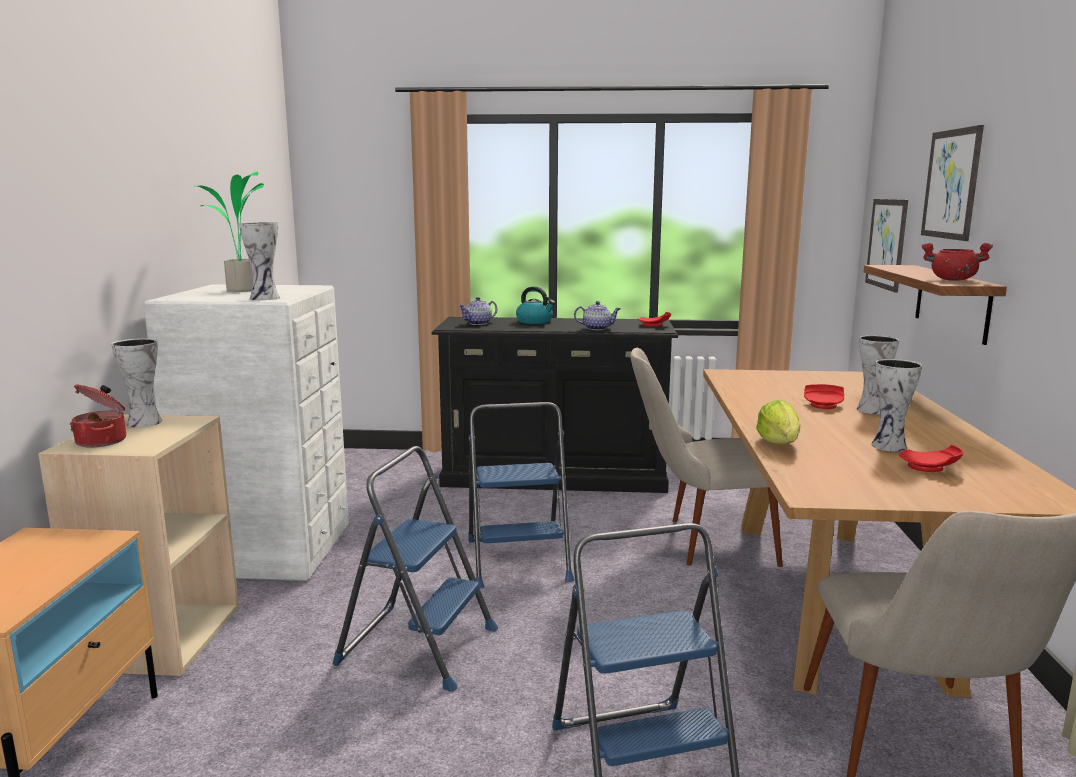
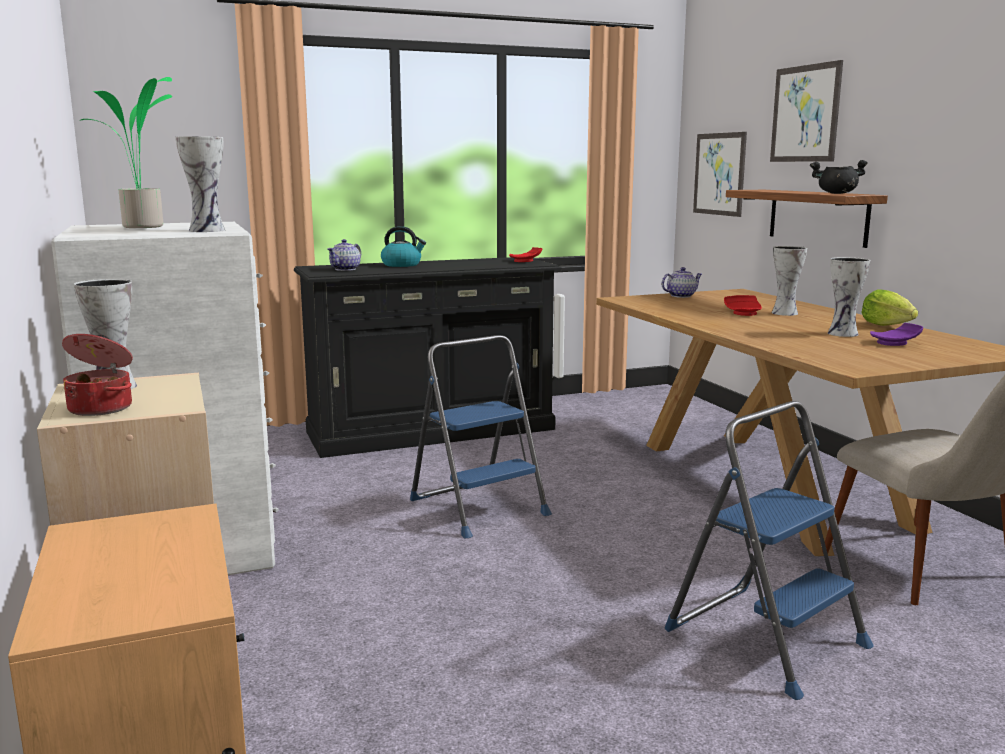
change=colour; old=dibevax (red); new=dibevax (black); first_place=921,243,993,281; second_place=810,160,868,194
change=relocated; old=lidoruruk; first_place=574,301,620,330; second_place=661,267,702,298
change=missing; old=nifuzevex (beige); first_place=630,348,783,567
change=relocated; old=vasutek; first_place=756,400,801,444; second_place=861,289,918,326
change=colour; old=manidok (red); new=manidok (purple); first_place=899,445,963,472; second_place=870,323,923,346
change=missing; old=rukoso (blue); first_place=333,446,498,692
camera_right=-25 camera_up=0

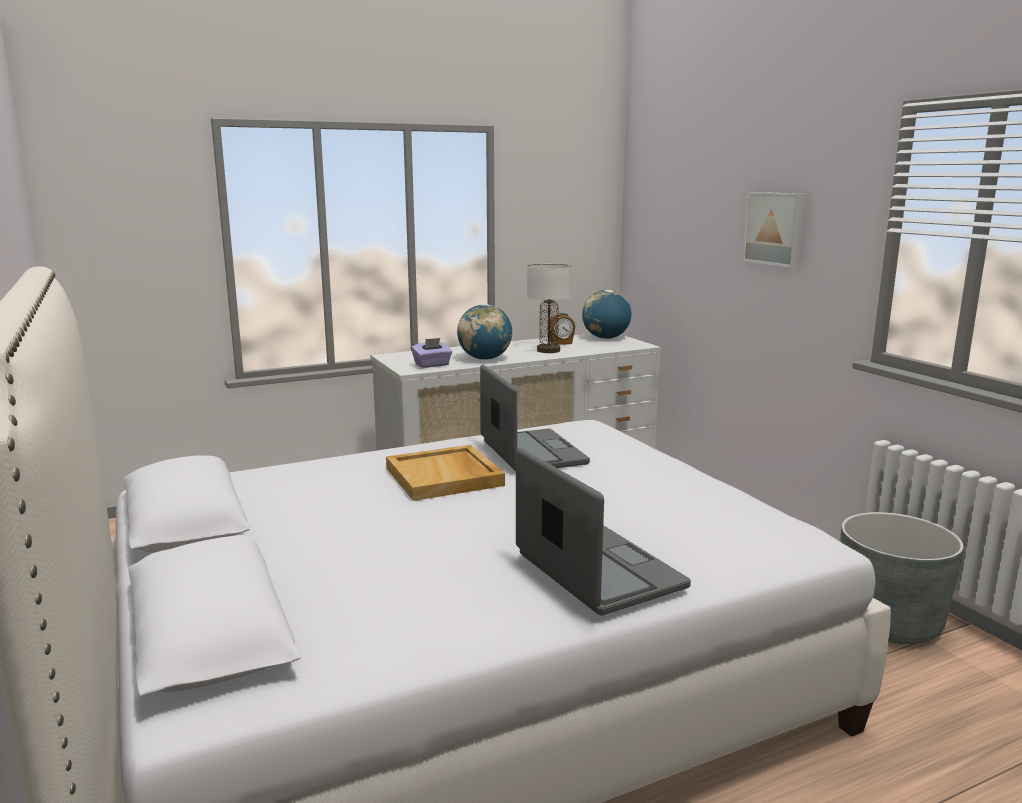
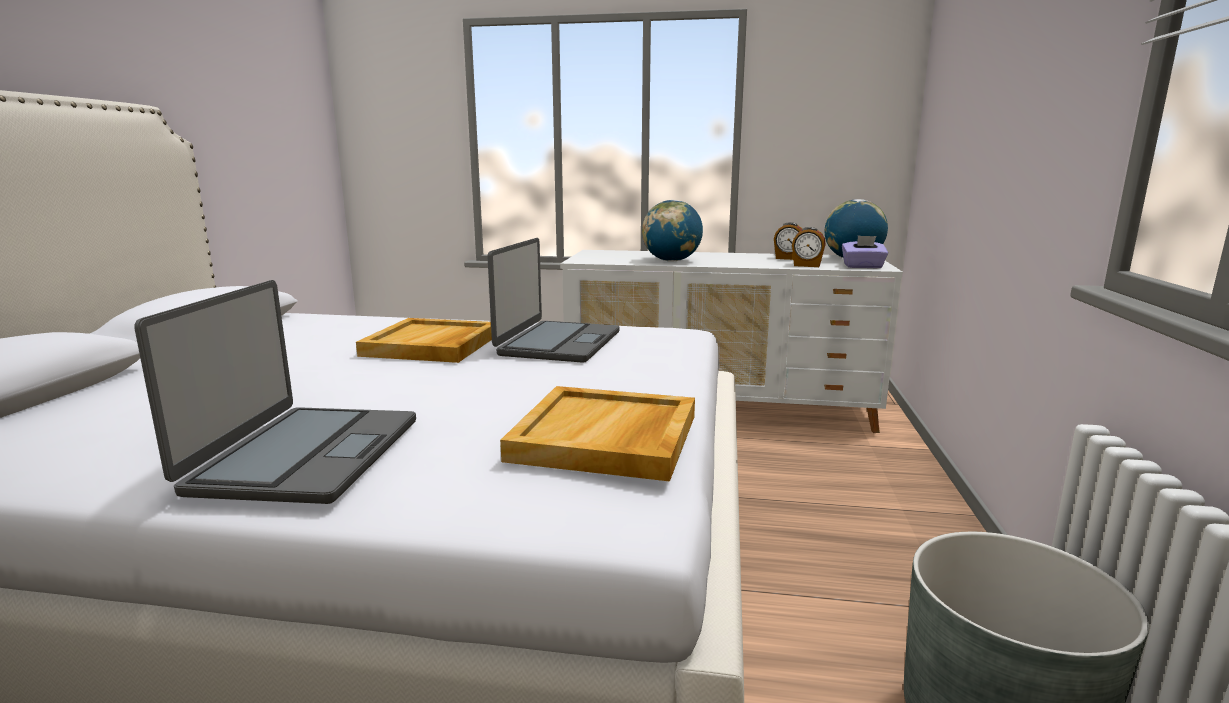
change=missing; old=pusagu; first_place=743,192,806,268
change=missing; old=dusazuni; first_place=527,264,572,353
change=relocated; old=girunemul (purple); first_place=411,338,452,368; second_place=842,235,888,268
change=appeared; new=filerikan; second_place=792,227,826,267
change=appeared; new=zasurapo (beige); second_place=500,386,695,481
camera_right=35 camera_up=0

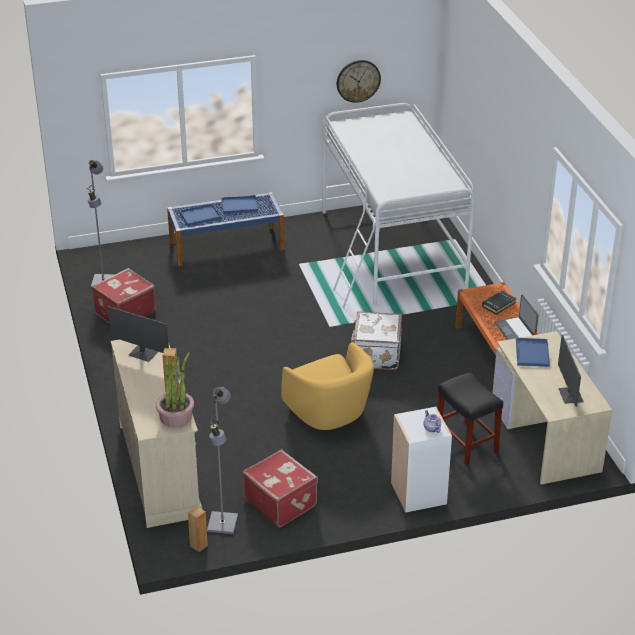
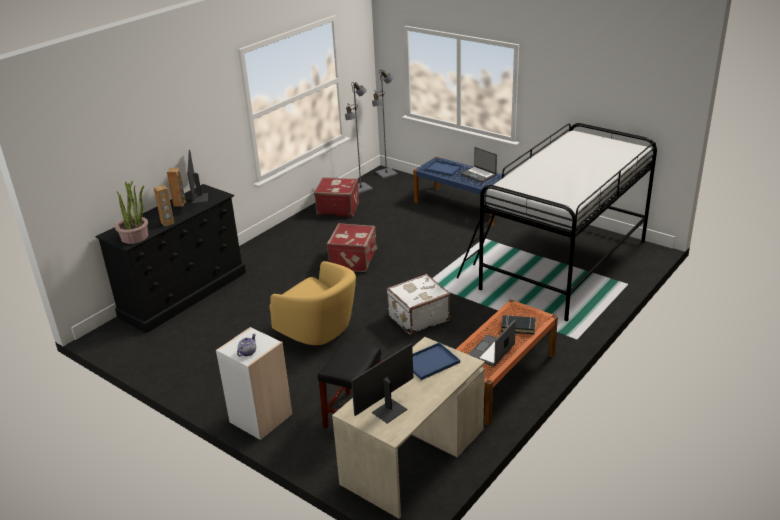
change=missing; old=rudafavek; first_place=337,60,381,103
change=colour; old=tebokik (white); new=tebokik (black); first_place=323,103,475,308; second_place=457,123,657,321
change=exchanged; old=zasurapo (blue); new=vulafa; first_place=222,195,258,214; second_place=461,147,497,182
change=colour; old=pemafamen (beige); new=pemafamen (black); first_place=111,340,202,528; second_place=96,184,246,333
change=spun; old=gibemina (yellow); first_place=281,342,374,430; second_place=269,261,356,345; degrees=-75
change=relocated; old=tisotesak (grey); first_place=207,387,238,534; second_place=372,70,398,179
change=relocated; old=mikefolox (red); first_place=243,449,318,527; second_place=327,223,378,272
change=relocated; old=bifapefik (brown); first_place=188,506,208,552; second_place=167,168,186,207
camera_right=55 camera_up=-5

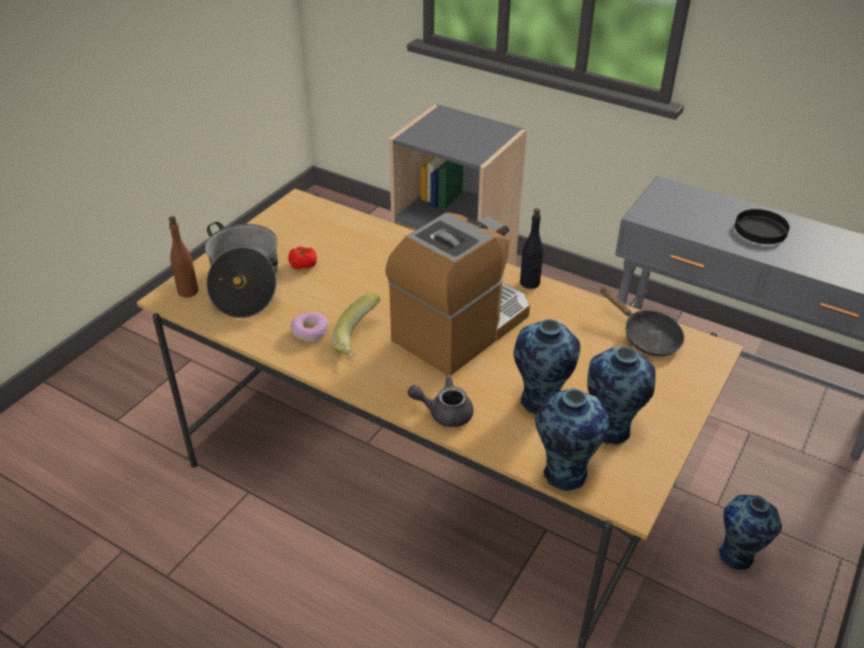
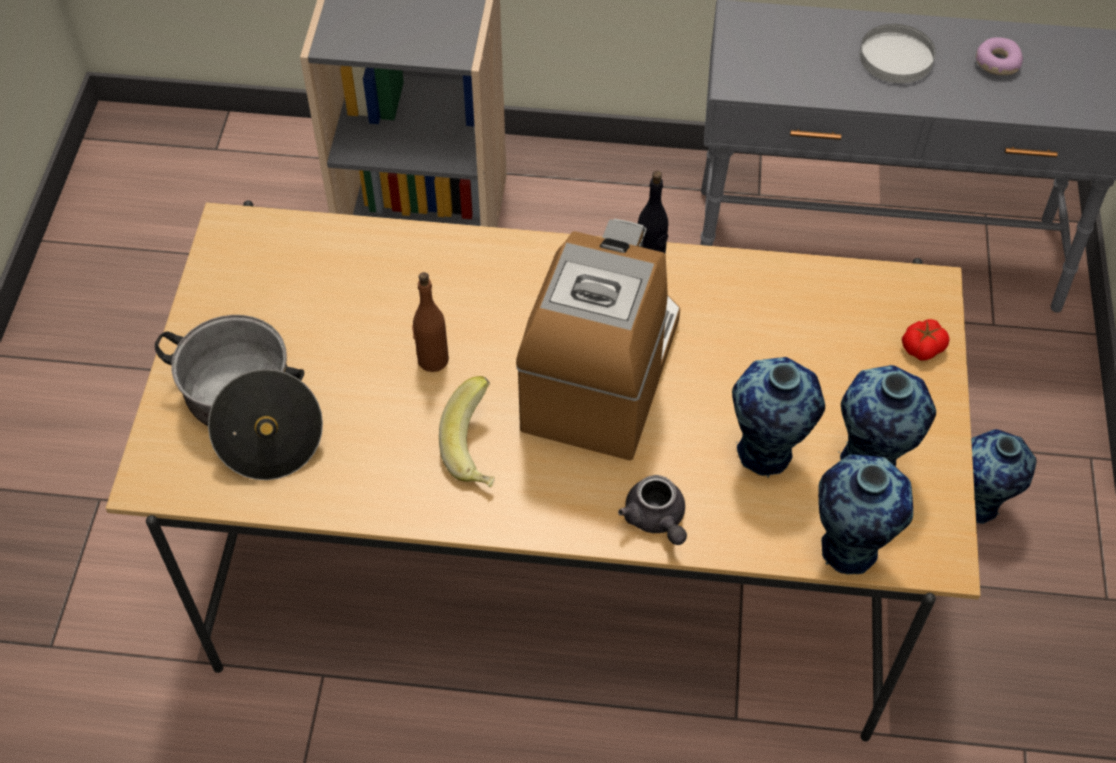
change=colour; old=manidok (black); new=manidok (white); first_place=735,209,790,244; second_place=860,24,936,83
change=relocated; old=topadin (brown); first_place=169,216,198,298; second_place=412,272,449,372
change=relocated; old=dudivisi; first_place=288,247,317,269; second_place=902,319,950,360
change=missing; old=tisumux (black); first_place=600,287,684,356
change=relocated; old=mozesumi; first_place=290,312,328,342; second_place=976,37,1023,75
change=spun; old=lidoruruk (grey); first_place=408,375,473,427; second_place=618,475,687,545; degrees=-90
camera_right=-25 camera_up=15

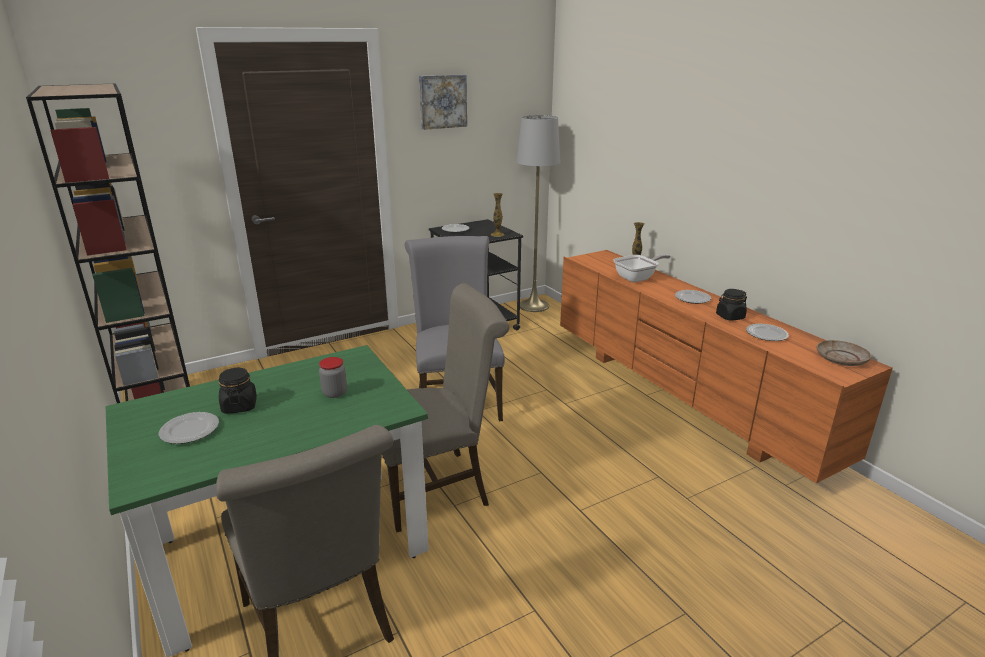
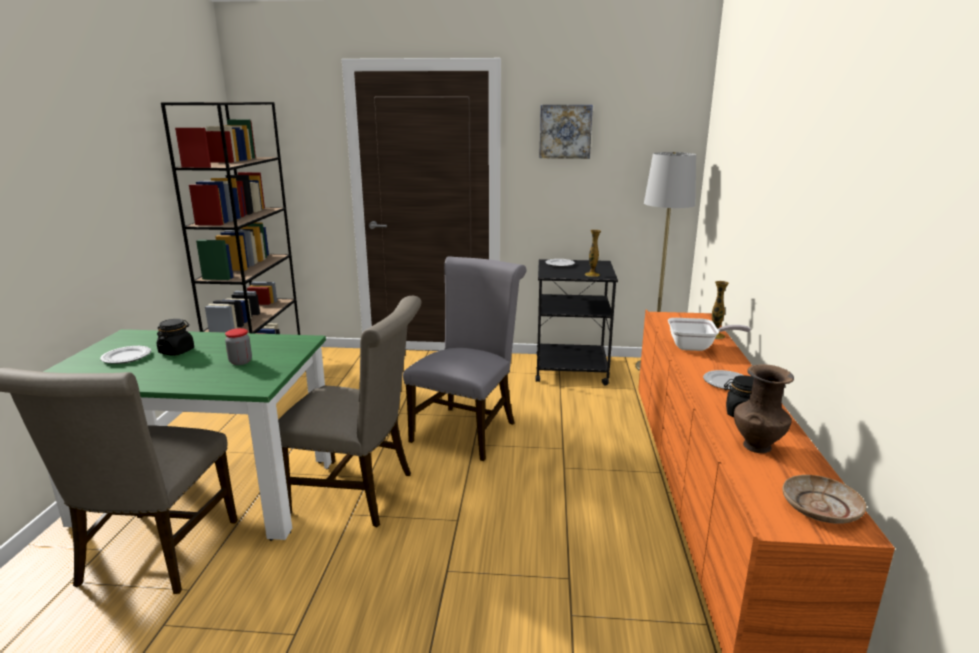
change=exchanged; old=manidok; new=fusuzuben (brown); first_place=746,324,789,341; second_place=734,364,794,453
camera_right=35 camera_up=-5

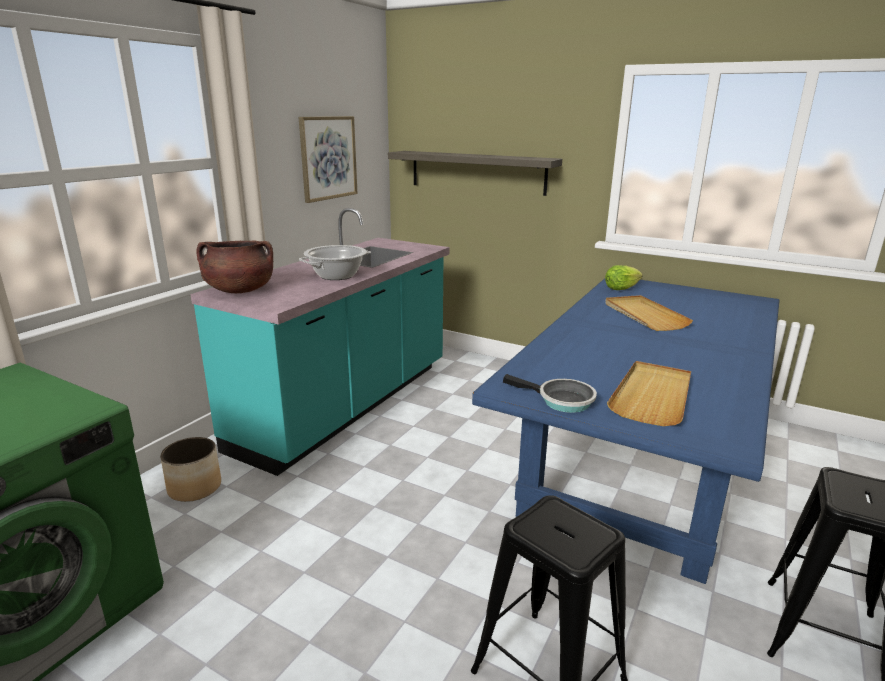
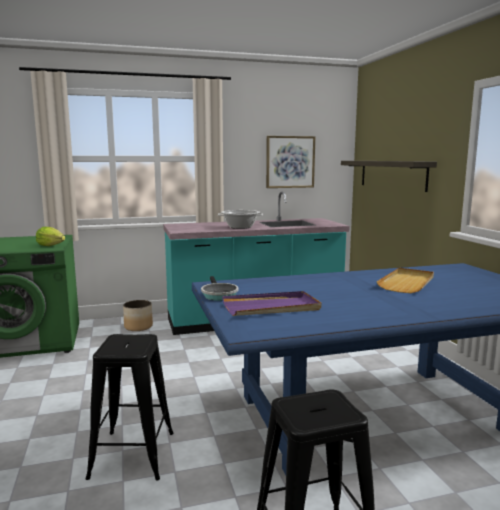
change=missing; old=dibevax (brown); first_place=196,241,273,293
change=relocated; old=vasutek; first_place=605,265,643,290; second_place=36,227,65,246
change=colour; old=zasurapo (beige); new=zasurapo (purple); first_place=607,361,691,426; second_place=222,291,321,316
camera_right=45 camera_up=-10

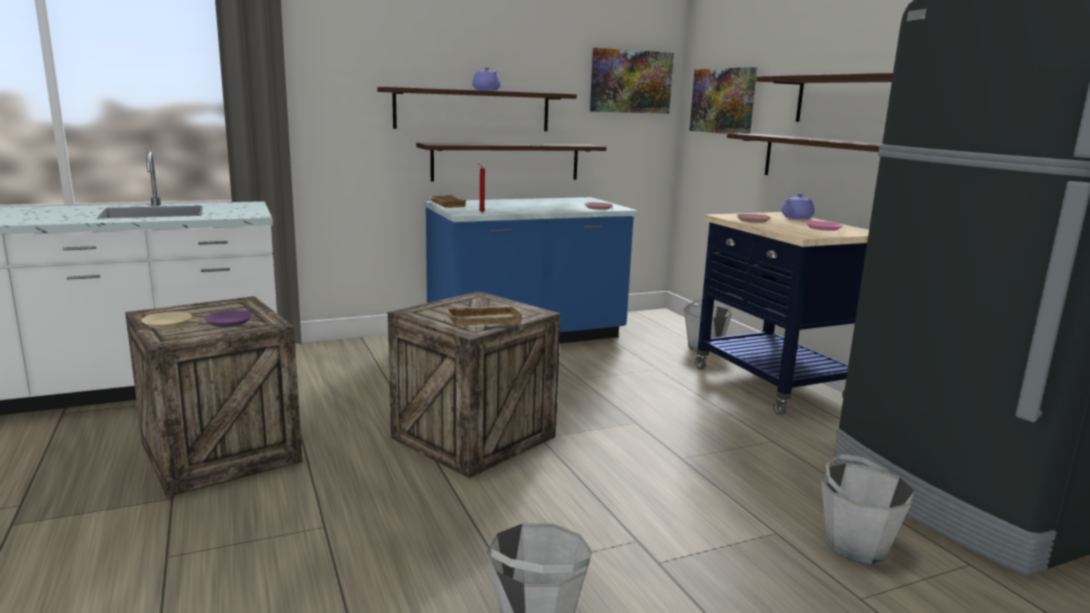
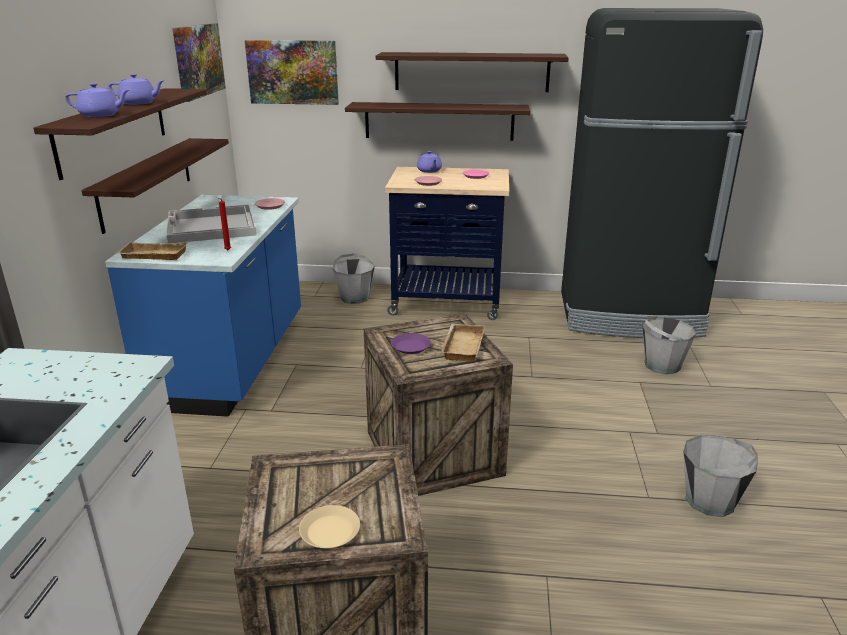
change=relocated; old=manidok (purple); first_place=204,310,252,327; second_place=391,333,431,354
change=appeared; new=lidoruruk (purple); second_place=65,83,129,117
change=appeared; new=zasurapo (white); second_place=167,204,257,243
camera_right=-60 camera_up=10

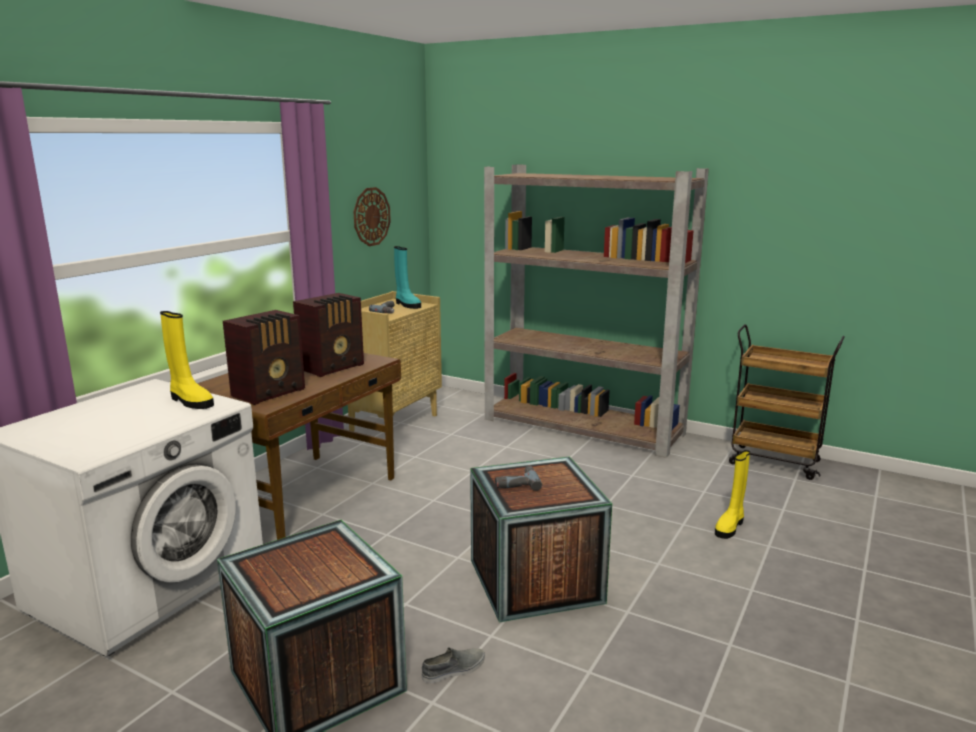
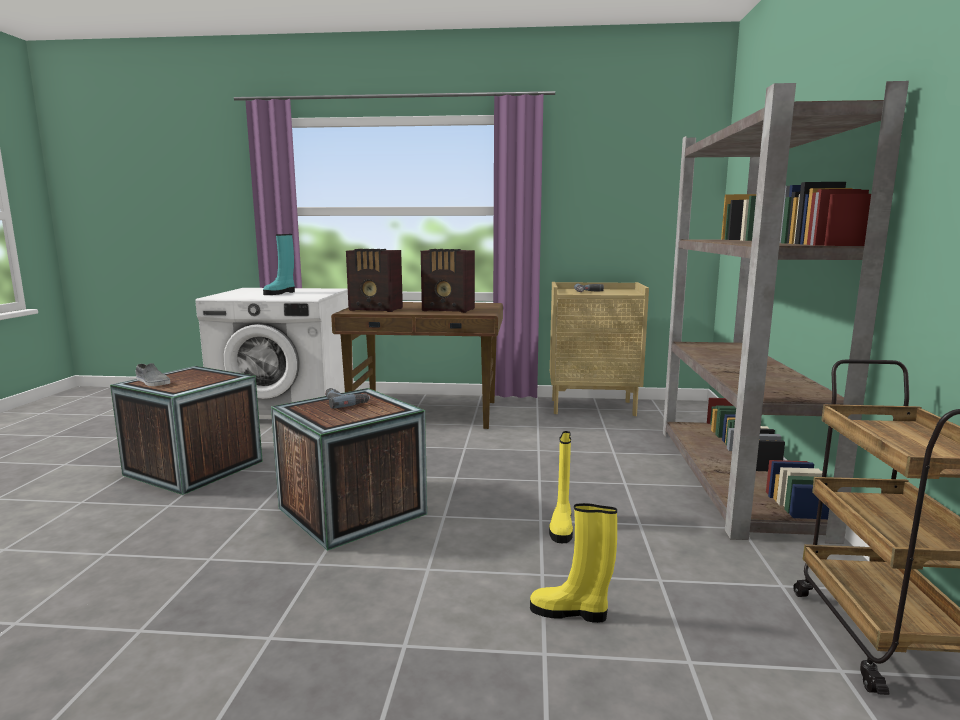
change=missing; old=rudafavek; first_place=354,187,391,246
change=relocated; old=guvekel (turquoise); first_place=394,246,421,309; second_place=263,234,295,295
change=relocated; old=guvekel (yellow); first_place=160,311,214,409; second_place=549,431,573,543
change=relocated; old=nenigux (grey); first_place=422,647,485,683; second_place=135,363,170,386
camera_right=65 camera_up=-5

